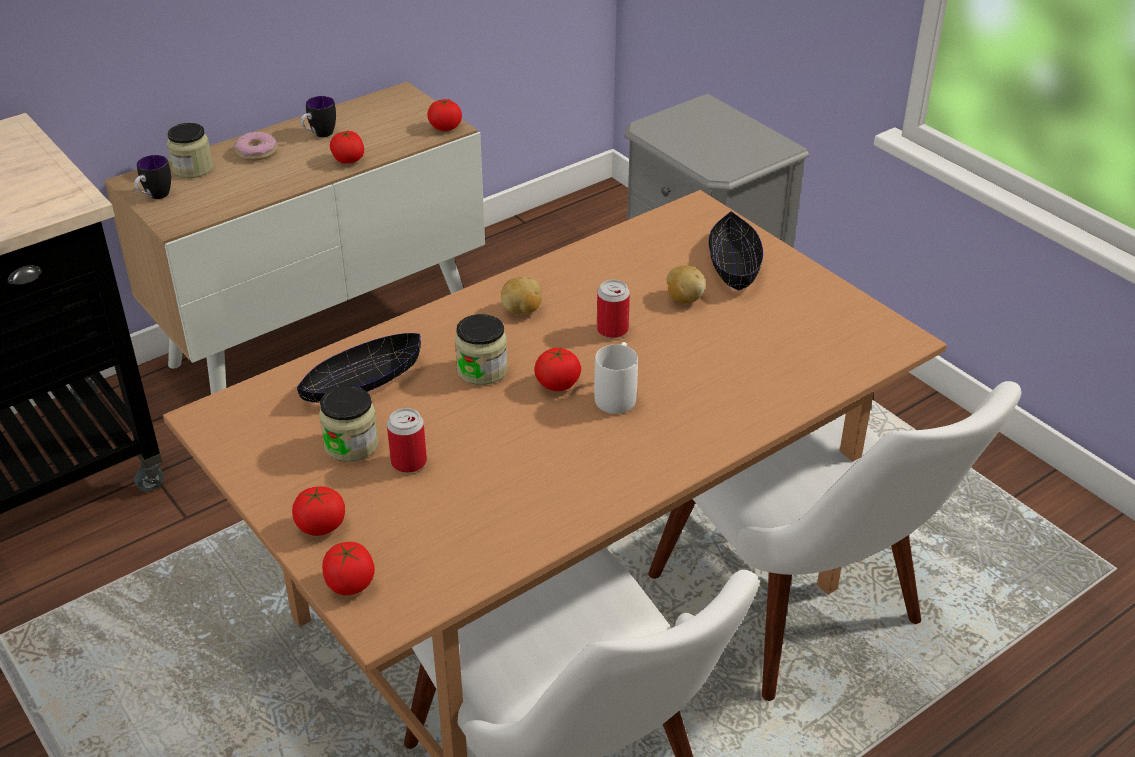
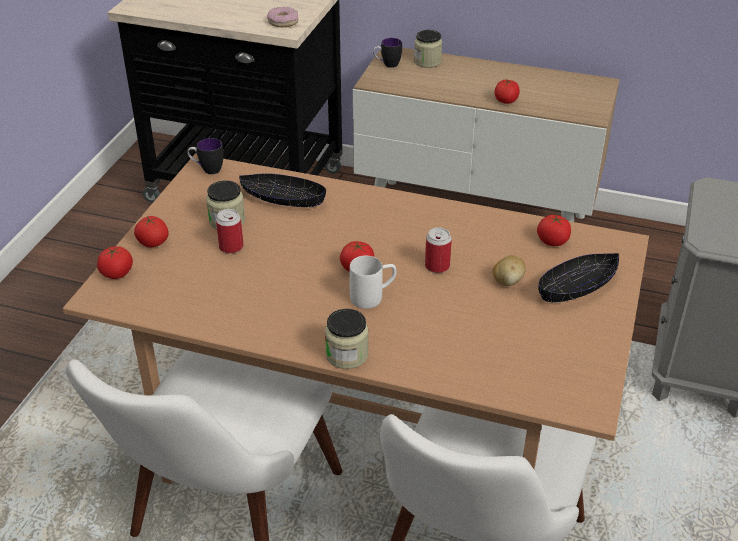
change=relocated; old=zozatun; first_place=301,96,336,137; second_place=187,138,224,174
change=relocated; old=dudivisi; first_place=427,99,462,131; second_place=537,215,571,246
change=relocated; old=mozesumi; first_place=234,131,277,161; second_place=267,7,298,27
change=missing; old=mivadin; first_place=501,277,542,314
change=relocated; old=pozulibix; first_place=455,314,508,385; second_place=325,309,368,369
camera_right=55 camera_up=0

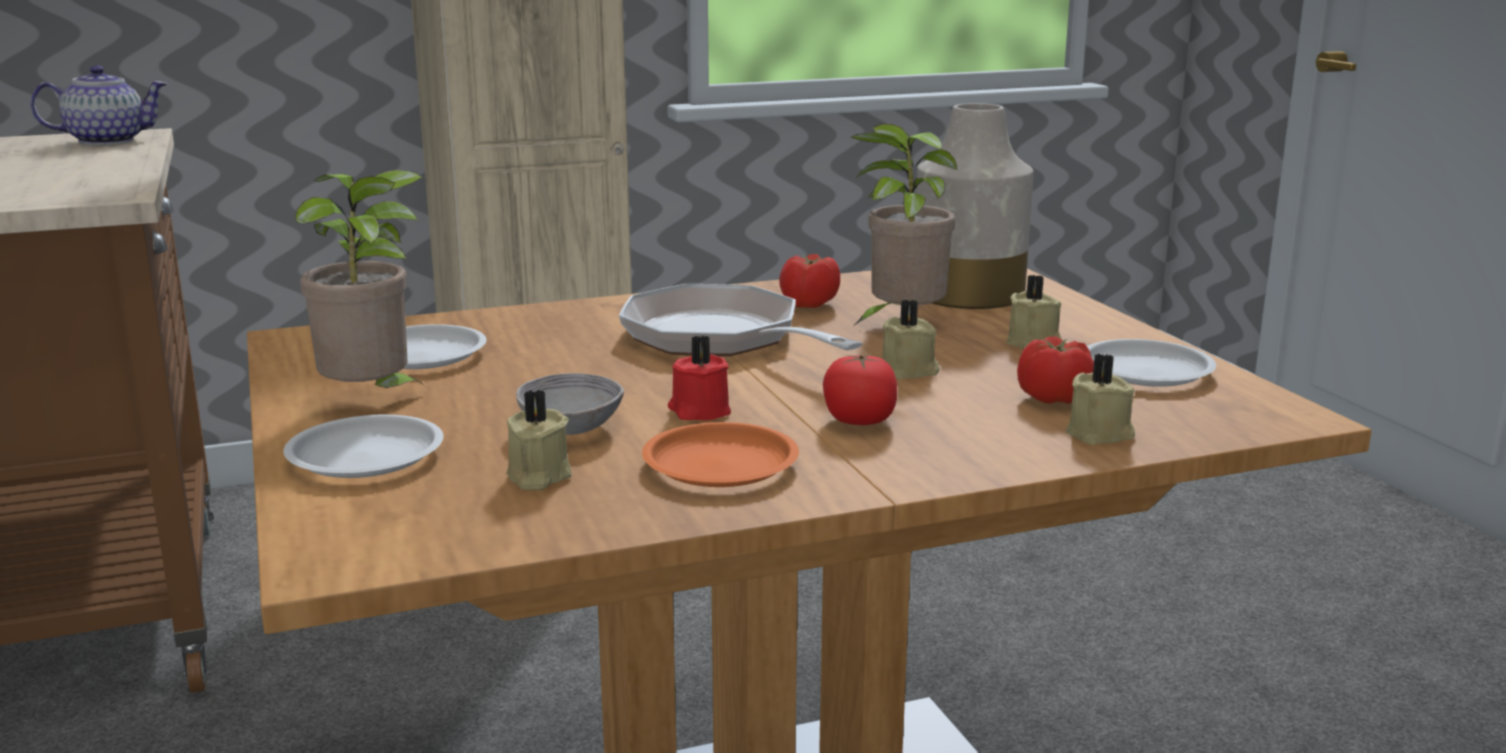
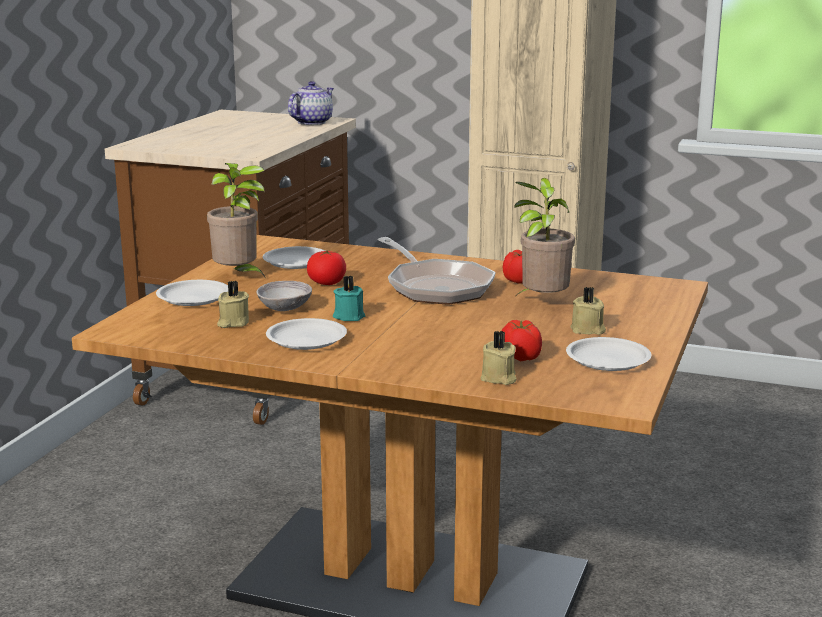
change=spun; old=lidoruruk; first_place=30,65,168,145; second_place=288,81,334,125; degrees=-75
change=missing; old=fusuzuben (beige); first_place=916,103,1034,309
change=spun; old=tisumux; first_place=619,284,863,356; second_place=377,237,496,305; degrees=150
change=missing; old=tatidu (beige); first_place=882,299,940,380
change=colour; old=tatidu (red); new=tatidu (turquoise); first_place=668,335,731,420; second_place=333,276,365,321
change=relocated; old=dudivisi; first_place=823,354,897,425; second_place=307,250,346,285
change=colour; old=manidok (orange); new=manidok (white); first_place=642,422,799,487; second_place=266,318,347,350
camera_right=40 camera_up=0

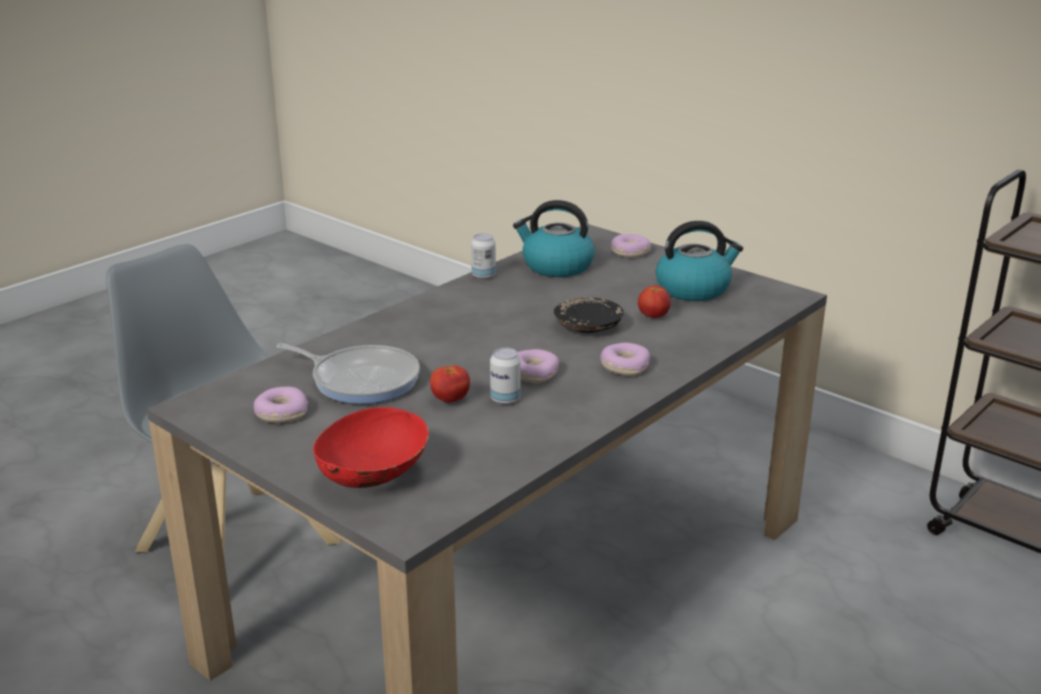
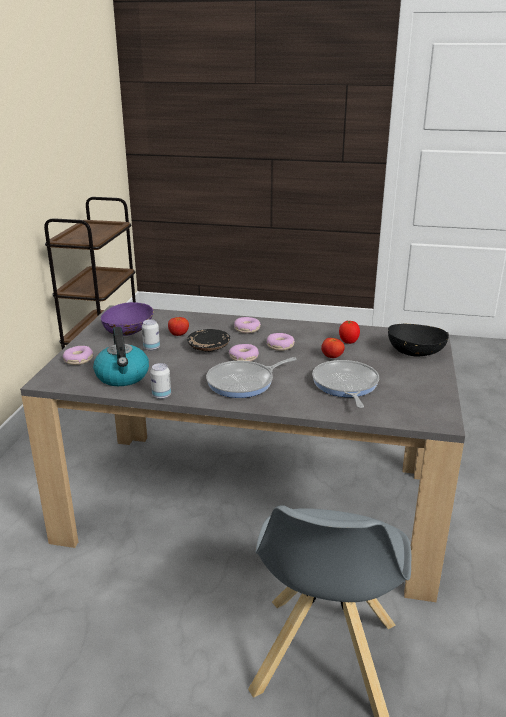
change=exchanged; old=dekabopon; new=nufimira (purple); first_place=656,221,743,301; second_place=101,302,154,336
change=relocated; old=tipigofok; first_place=490,348,521,405; second_place=142,319,160,351
change=relocated; old=mozesumi; first_place=254,387,308,423; second_place=229,344,259,361
change=colour; old=nufimira (red); new=nufimira (black); first_place=313,407,429,488; second_place=388,323,449,356
change=appeared; new=dudivisi; second_place=339,321,360,344
change=appeared; new=tisumux; second_place=206,357,296,398
camera_right=-120 camera_up=0

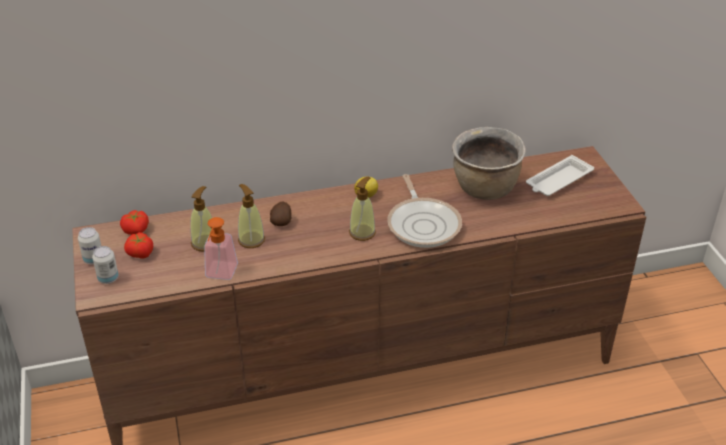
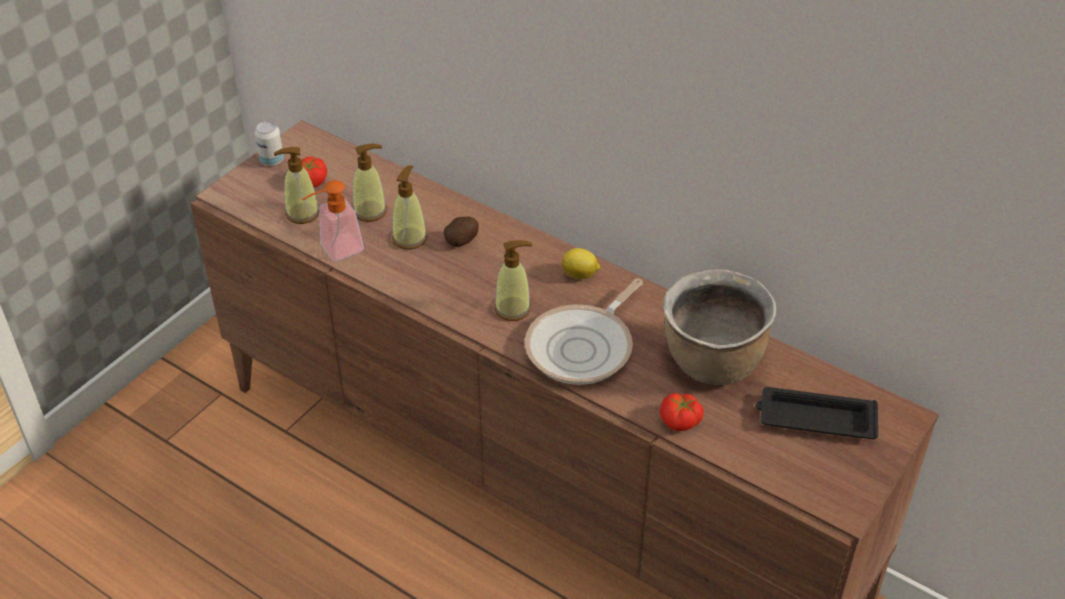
change=colour; old=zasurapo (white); new=zasurapo (black); first_place=526,155,594,196; second_place=755,387,878,439
change=relocated; old=dudivisi; first_place=120,210,149,235; second_place=660,393,703,431
change=missing; old=tipigofok; first_place=92,246,119,284
change=appeared; new=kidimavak; second_place=274,147,319,224
camera_right=50 camera_up=5

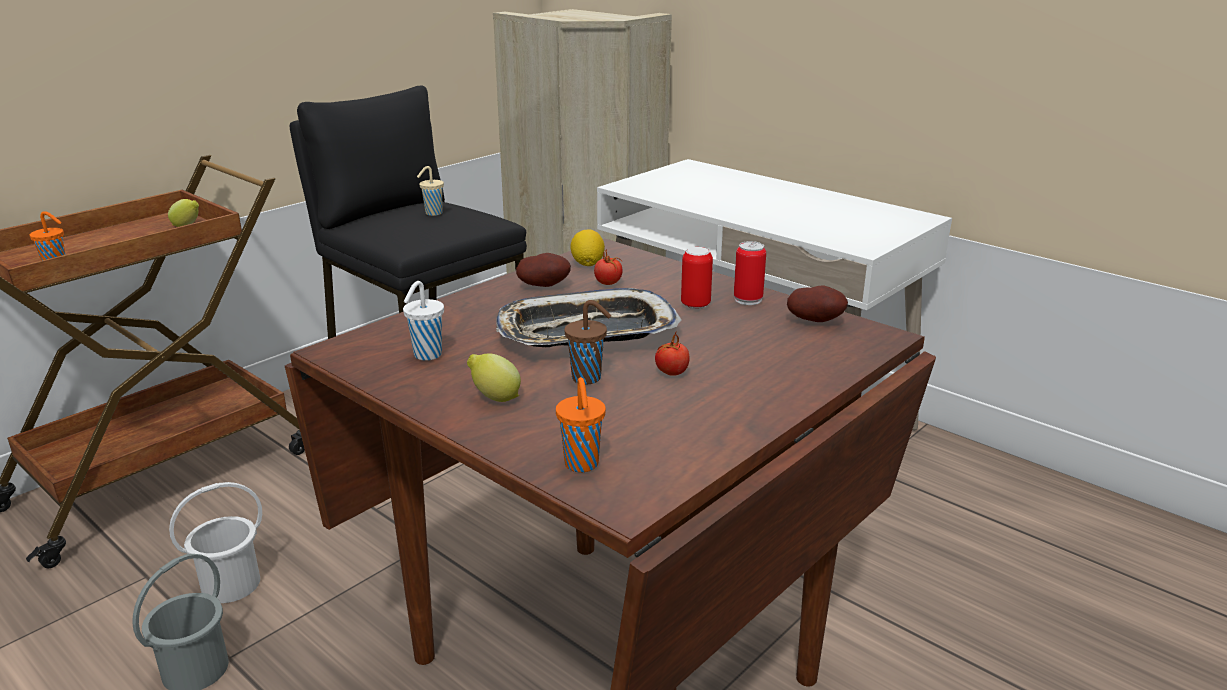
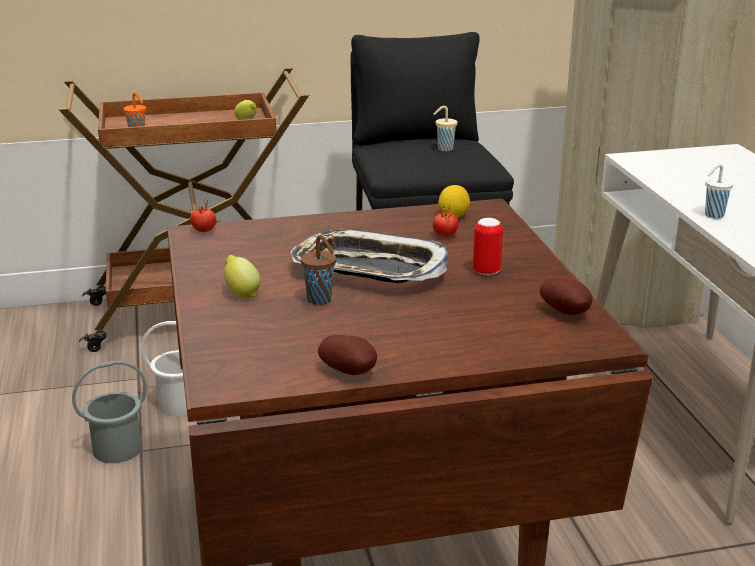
change=missing; old=tipigofok; first_place=734,241,766,305
change=relocated; old=mivadin; first_place=516,253,571,287; second_place=318,335,377,375
change=relocated; old=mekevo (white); first_place=403,281,444,361; second_place=705,164,734,218
change=relocated; old=dudivisi; first_place=655,333,690,376; second_place=190,200,216,232
change=missing; old=mekevo (orange); first_place=556,377,606,472
camera_right=35 camera_up=0

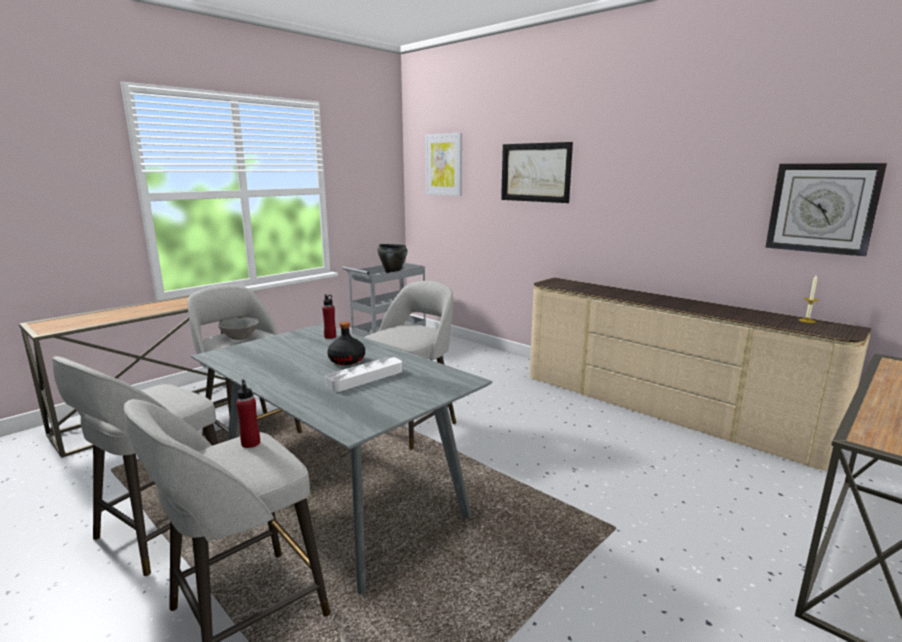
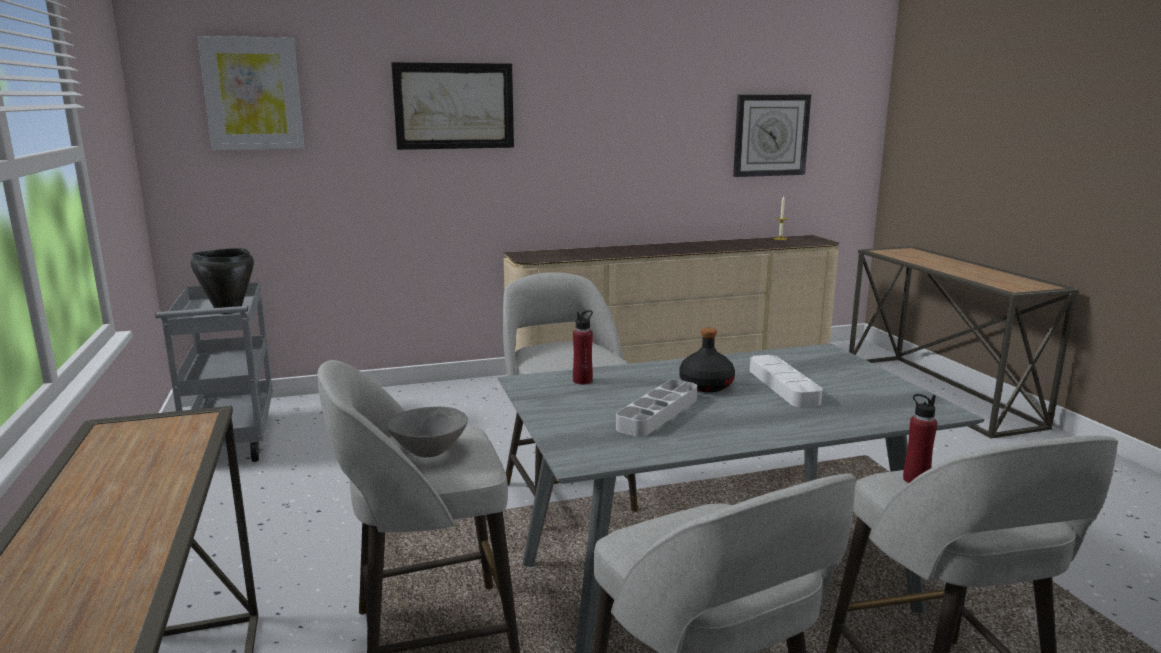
change=appeared; new=zasurapo (grey); second_place=616,380,697,437
camera_right=-60 camera_up=0

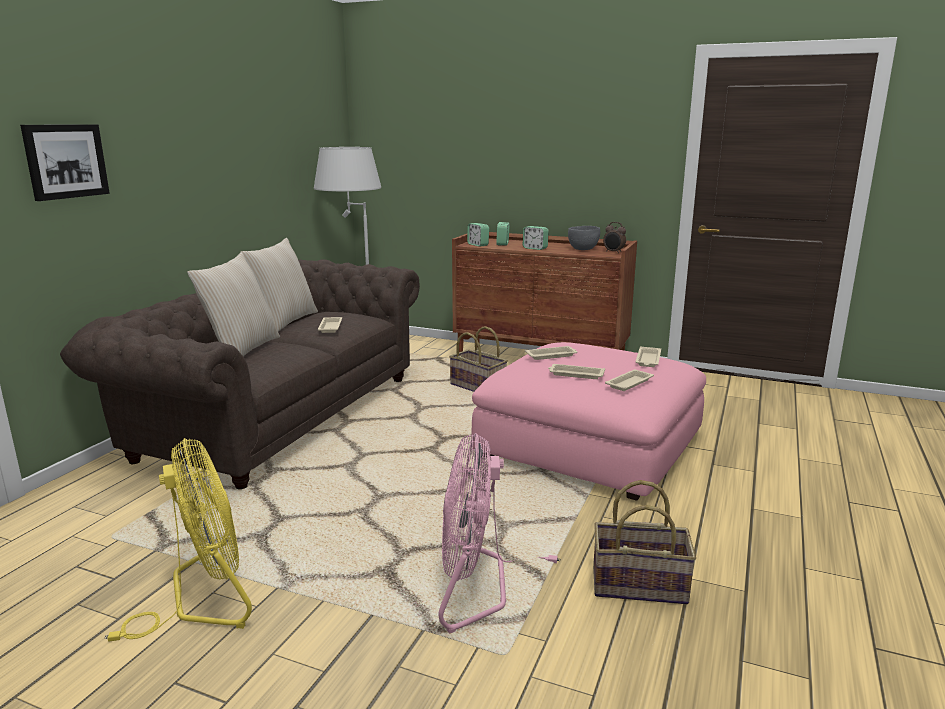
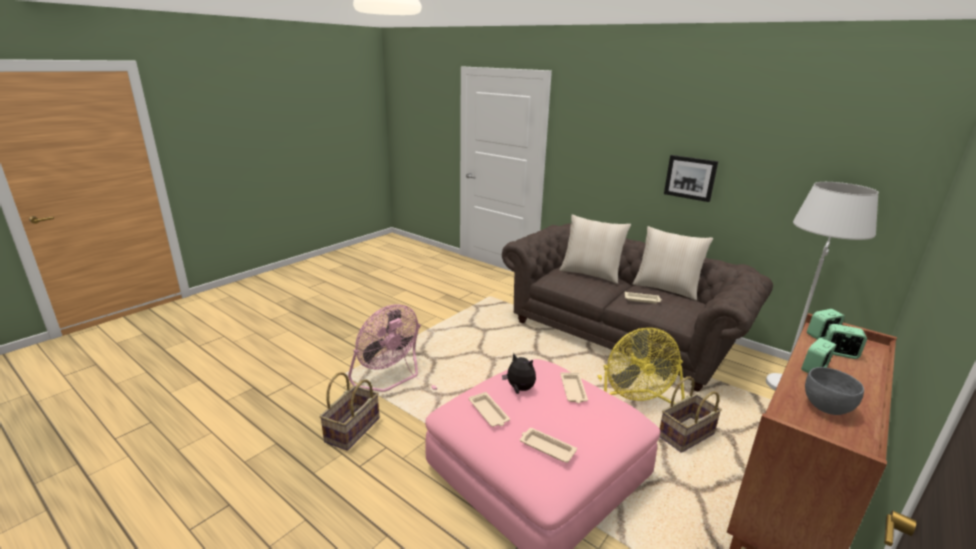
change=relocated; old=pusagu; first_place=20,124,110,201; second_place=664,155,718,202
change=missing; old=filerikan; first_place=603,222,626,253
change=exchanged; old=zasurapo (beige); new=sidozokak; first_place=548,364,605,379; second_place=502,353,536,394
change=spun; old=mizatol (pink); first_place=439,433,559,634; second_place=348,304,437,392; degrees=-60
change=relocated; old=mizatol (yellow); first_place=105,438,252,642; second_place=598,327,685,403
camera_right=105 camera_up=5

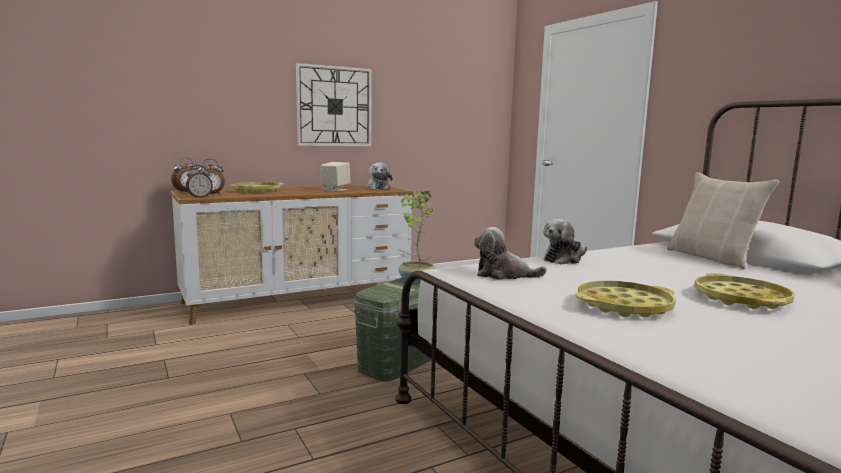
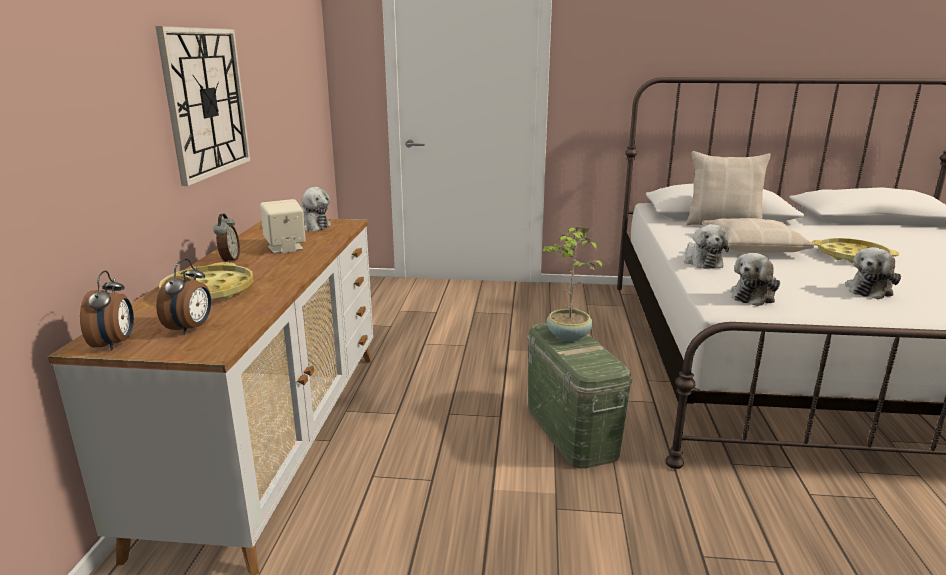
change=relocated; old=filerikan; first_place=186,165,213,198; second_place=213,214,240,262
change=exchanged; old=zasurapo (yellow); new=sidozokak; first_place=576,280,676,318; second_place=845,247,901,299
change=appeared; new=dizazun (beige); second_place=702,218,815,253
camera_right=-55 camera_up=10

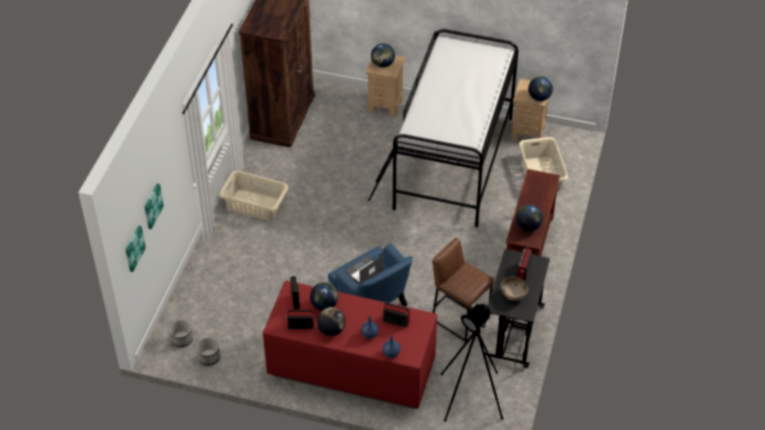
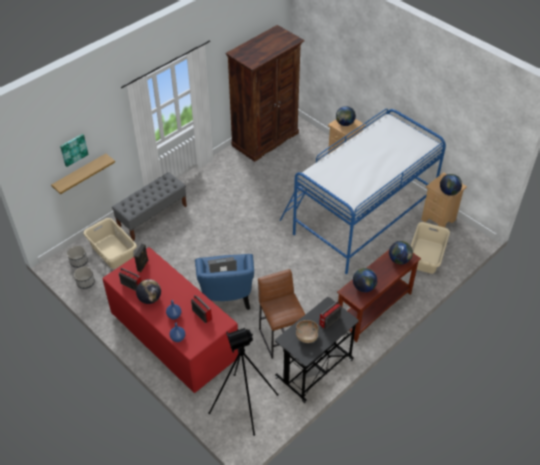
change=colour; old=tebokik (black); new=tebokik (blue); first_place=368,29,518,227; second_place=280,109,446,274
change=relocated; old=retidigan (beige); first_place=219,170,288,221; second_place=83,218,137,269
change=missing; old=pusagu; first_place=125,225,146,272
change=relocated; old=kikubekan; first_place=310,282,338,311; second_place=389,241,413,265
change=appeared; new=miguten; second_place=51,154,115,194
change=appeared; new=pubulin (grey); second_place=112,172,187,241
camera_right=30 camera_up=0

